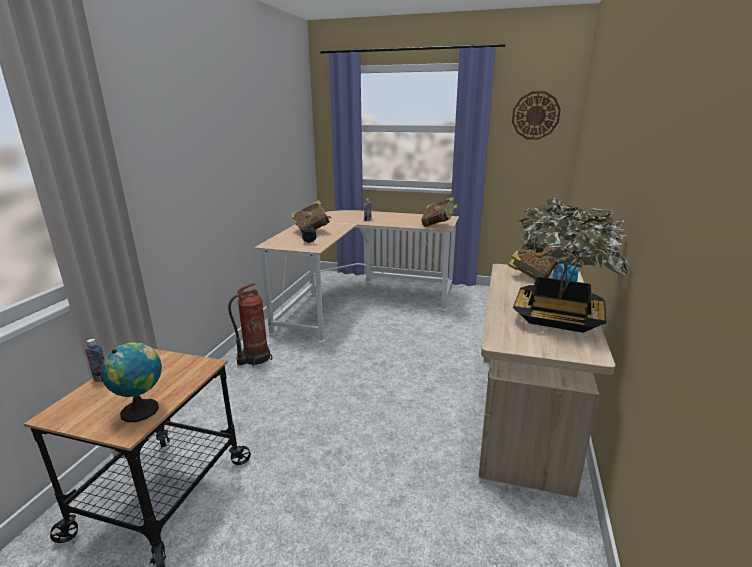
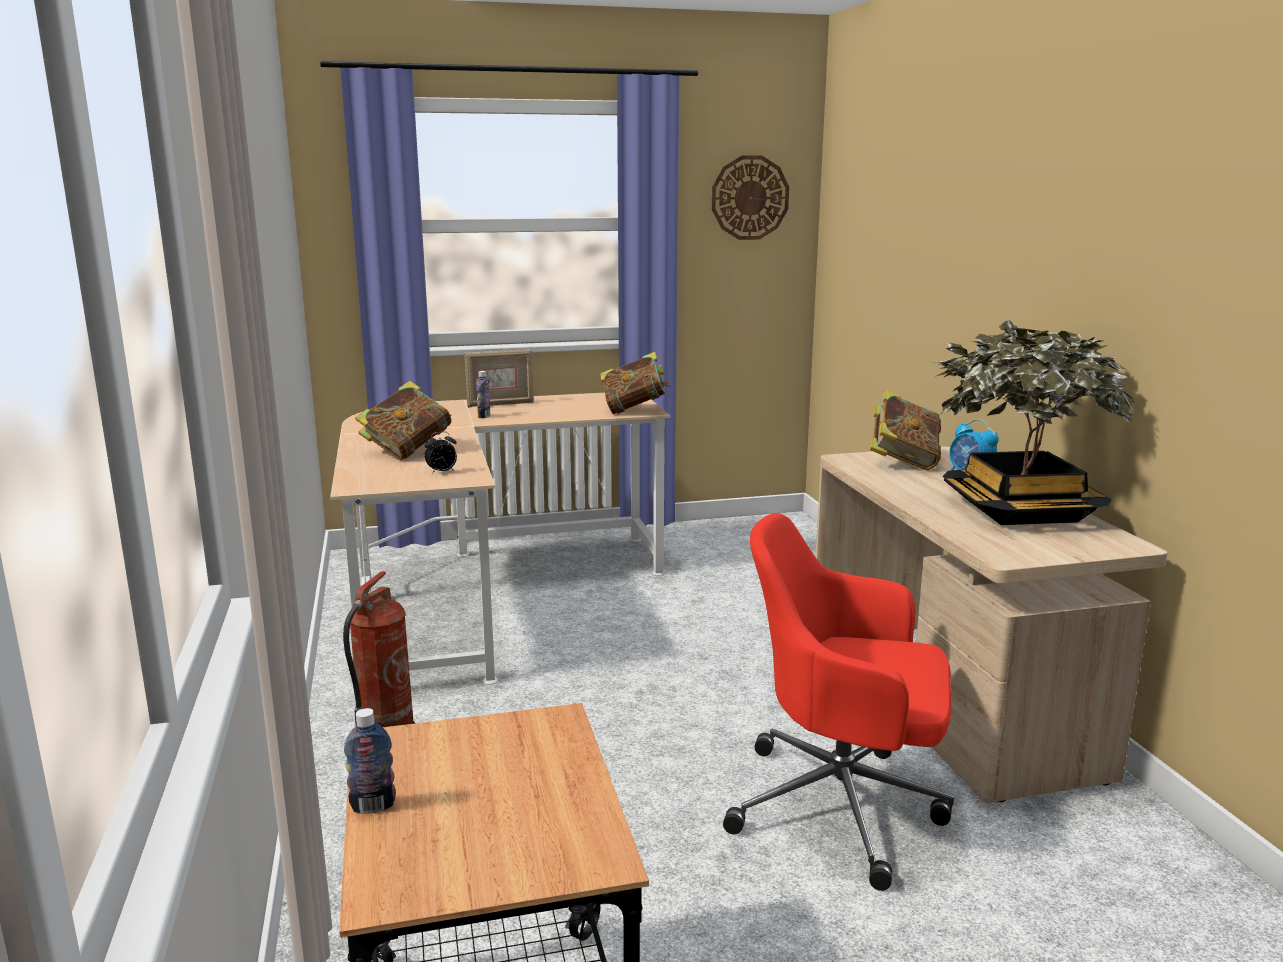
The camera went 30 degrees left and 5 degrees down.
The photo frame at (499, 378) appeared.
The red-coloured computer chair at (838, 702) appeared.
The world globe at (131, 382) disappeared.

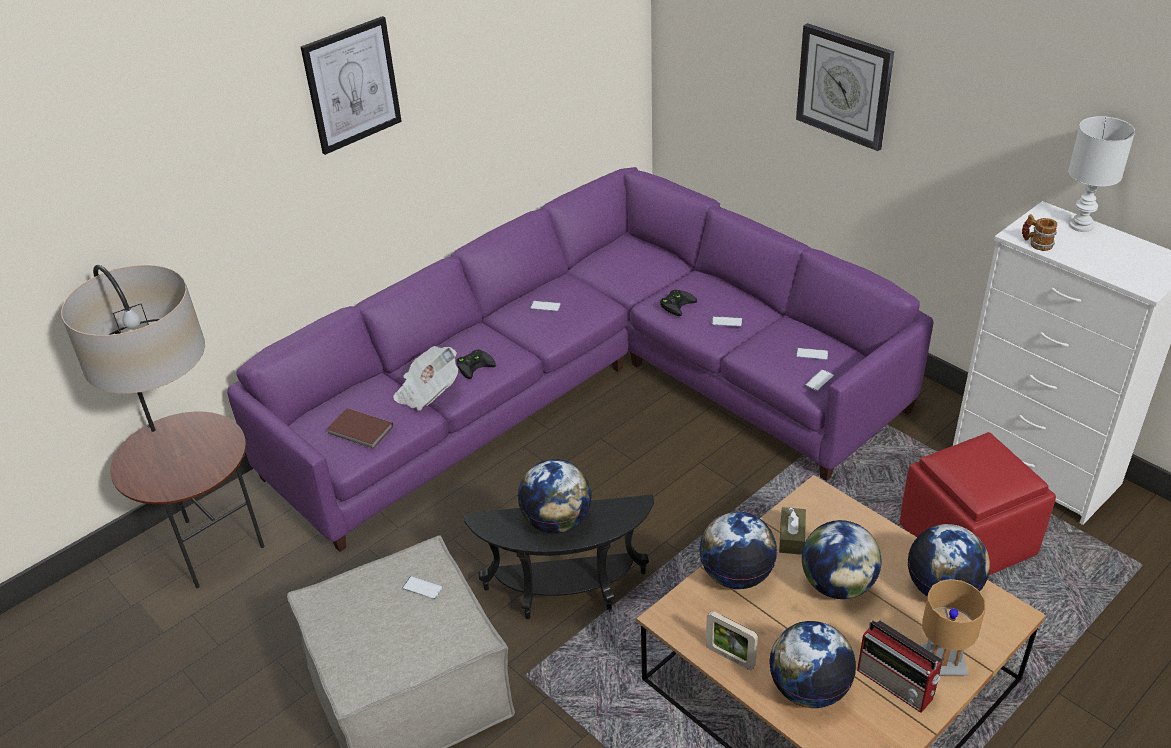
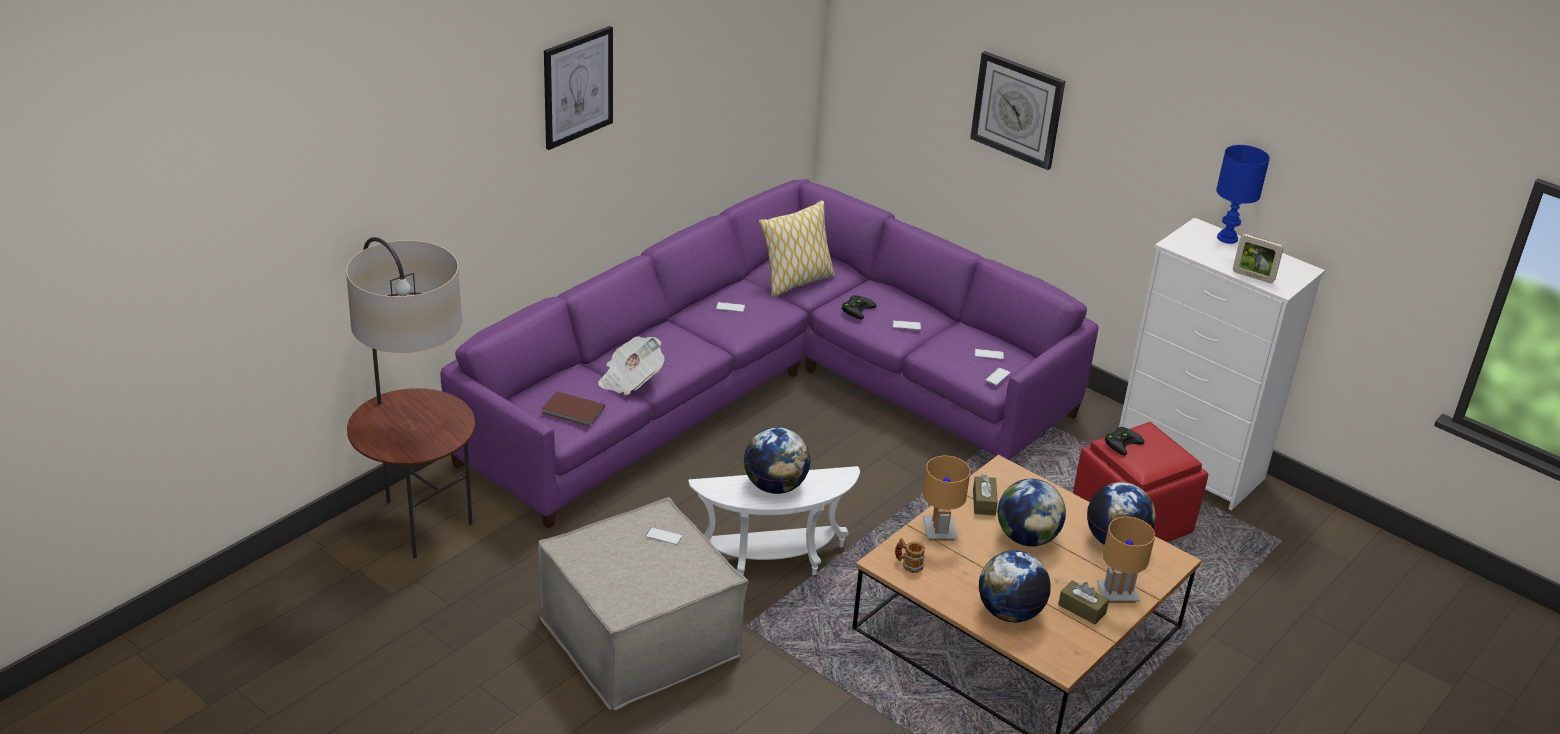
The camera went 10 degrees left and 5 degrees down.
The blackish end table at (559, 557) became the white-coloured end table at (774, 520).
The throw pillow at (797, 248) appeared.
The coffee mug moved from (1039, 232) to (910, 555).
The world globe at (738, 550) was replaced by the brown table lamp at (946, 498).
The radio at (900, 666) was replaced by the brown tissue holder at (1083, 602).
The blackish game controller moved from (476, 364) to (1124, 441).
The white-coloured table lamp at (1101, 174) became the blue table lamp at (1243, 194).
The photo frame moved from (732, 640) to (1258, 258).

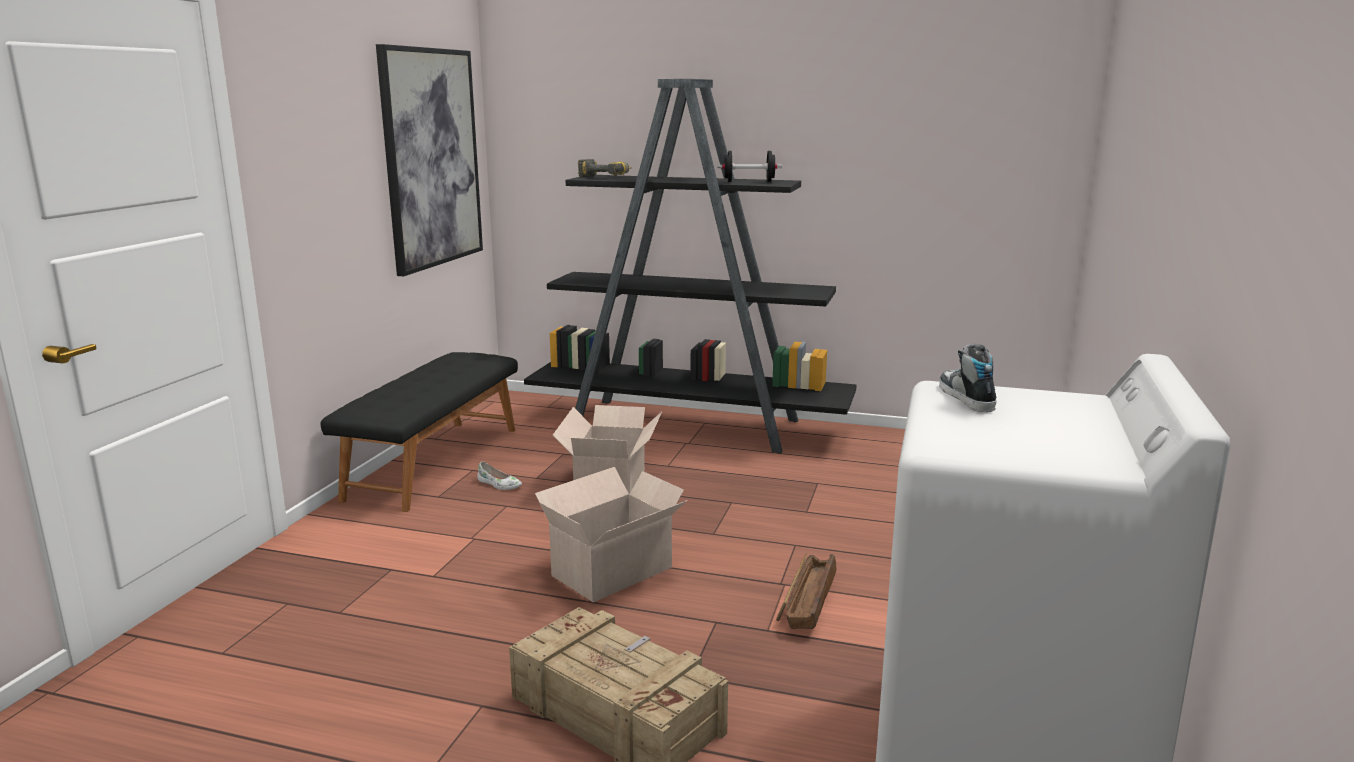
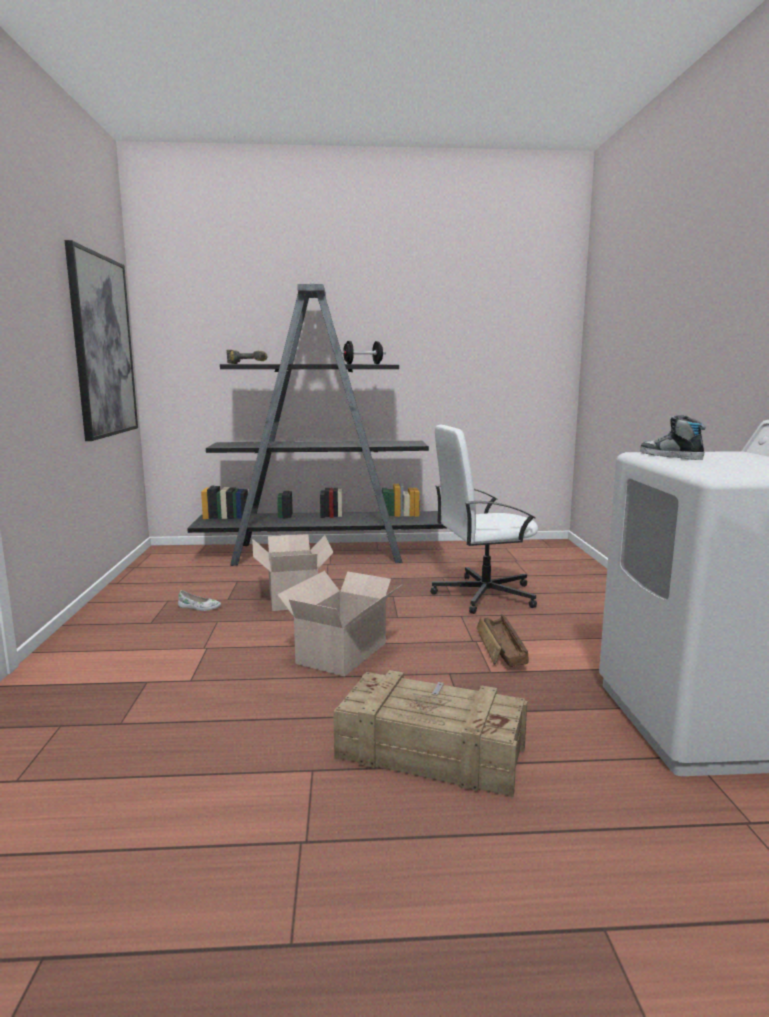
The camera went 20 degrees left and 5 degrees down.
The white-coloured computer chair at (484, 519) appeared.
The blackish indoor bench at (419, 432) disappeared.

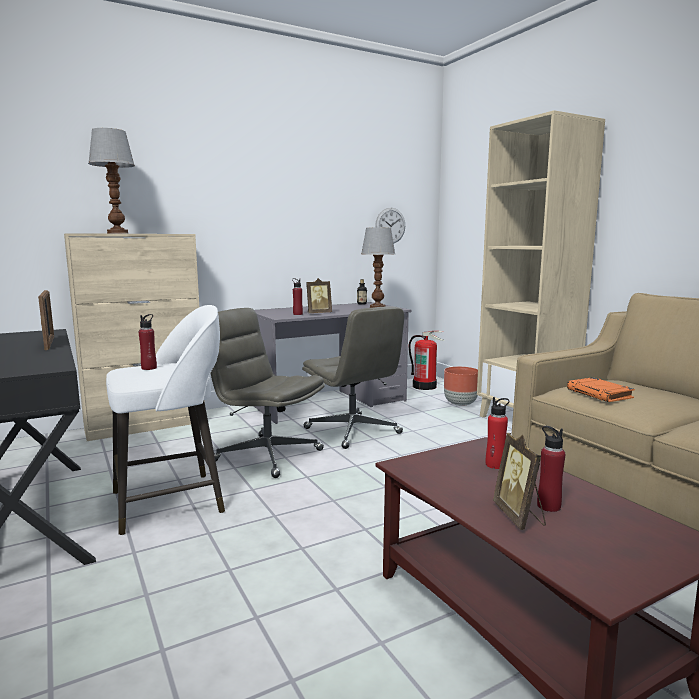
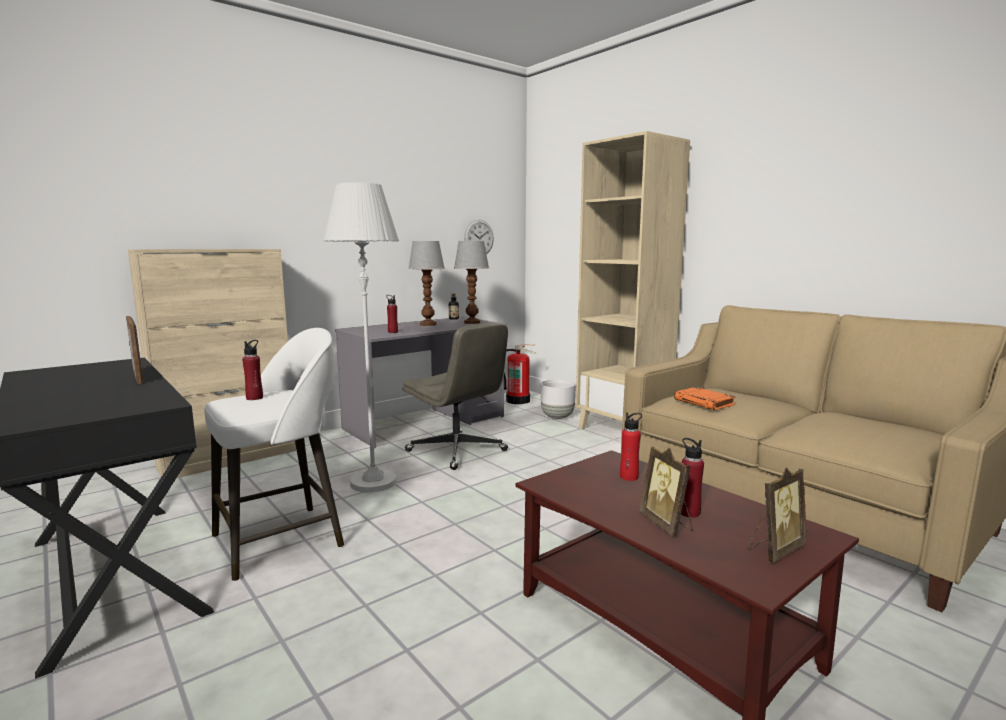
The camera went 10 degrees left and 0 degrees up.
The gray computer chair at (268, 393) was replaced by the white-coloured standing lamp at (361, 338).
The table lamp moved from (111, 181) to (426, 283).
The brown planter at (461, 386) became the white-coloured planter at (558, 399).
The photo frame moved from (319, 295) to (777, 515).

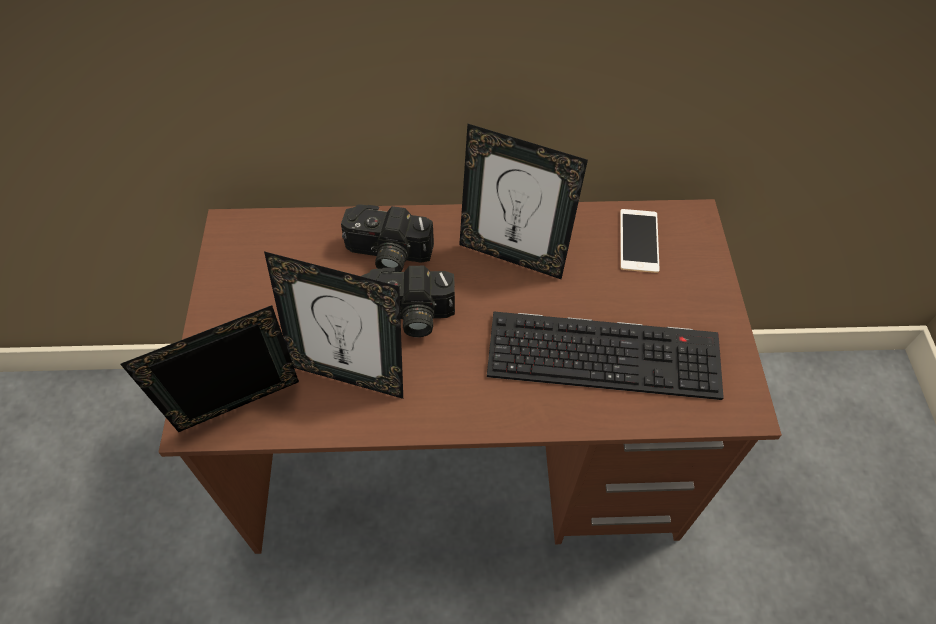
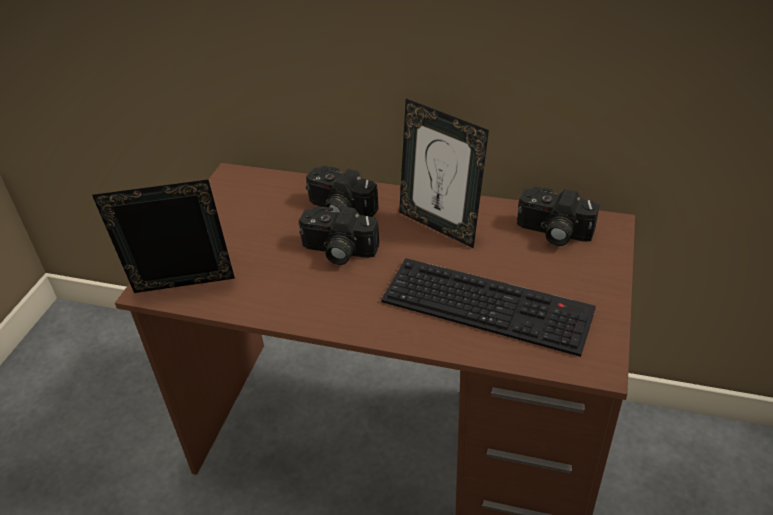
The camera went 20 degrees right and 15 degrees down.
The phone at (640, 241) was replaced by the photo camera at (558, 216).
The photo frame at (333, 325) disappeared.

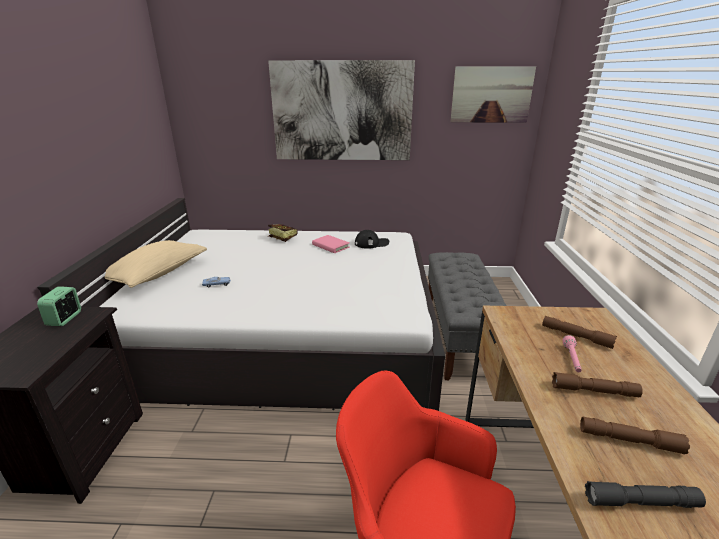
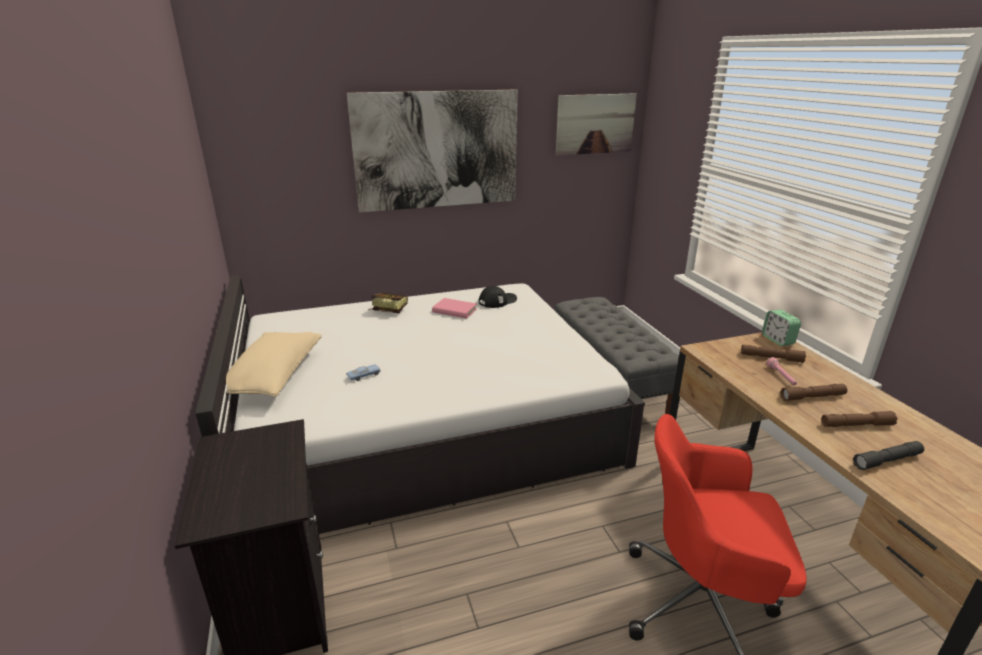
The camera went 20 degrees left and 0 degrees up.
The bedside clock moved from (59, 306) to (781, 328).

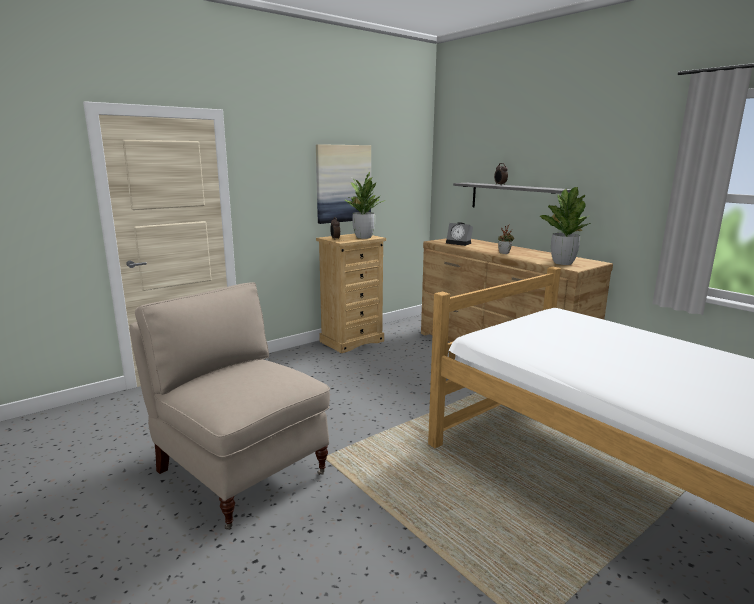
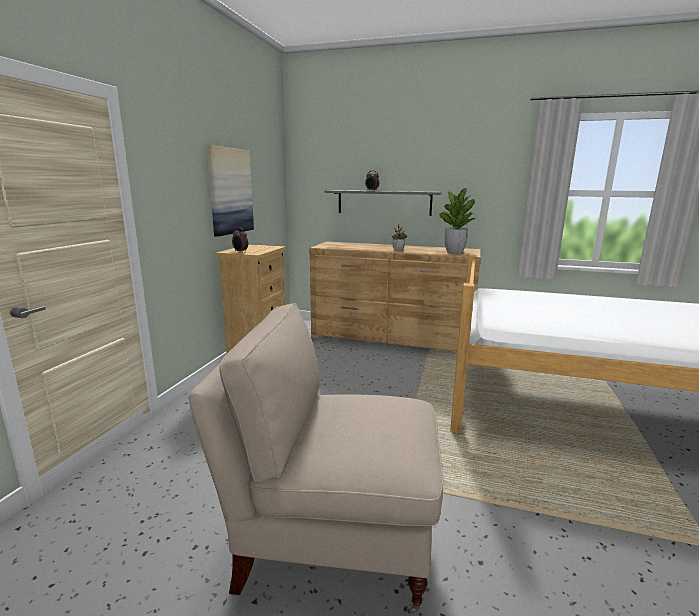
The camera went 35 degrees left and 0 degrees up.
The plant in a pot at (365, 205) disappeared.
The bedside clock at (459, 234) disappeared.

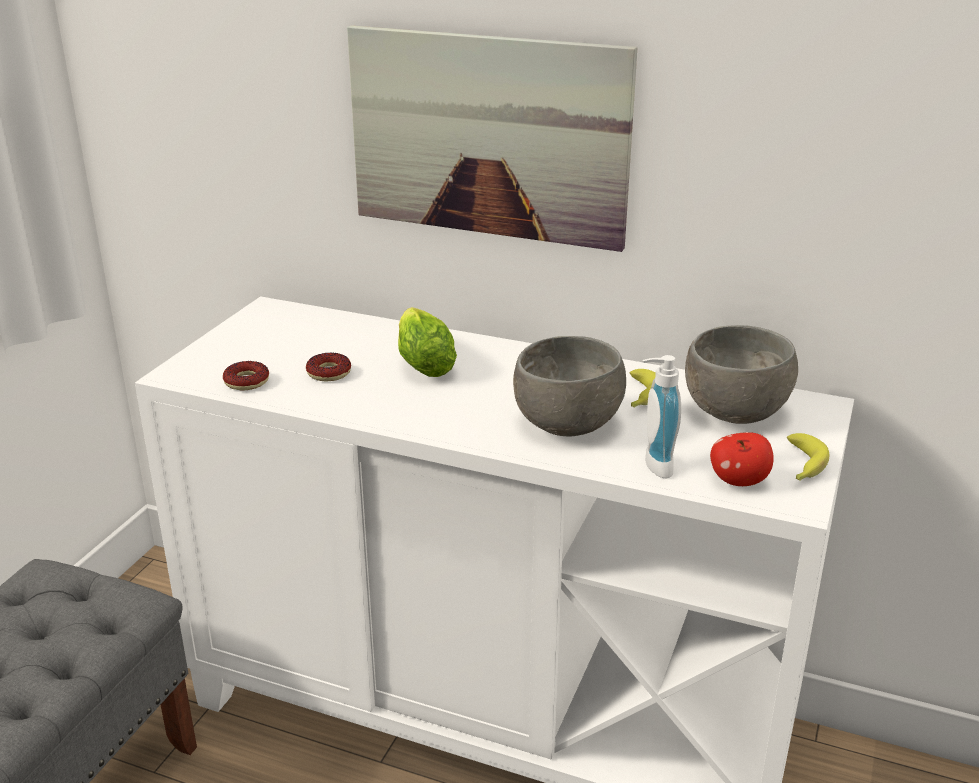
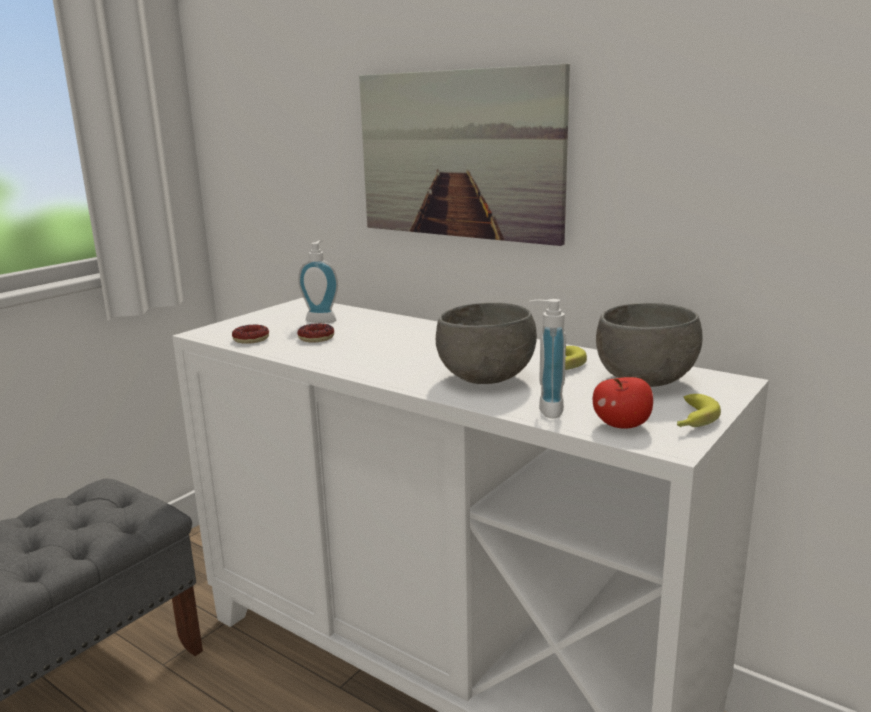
The camera went 15 degrees right and 10 degrees down.
The liquid soap bottle at (318, 282) appeared.
The lettuce head at (427, 342) disappeared.

